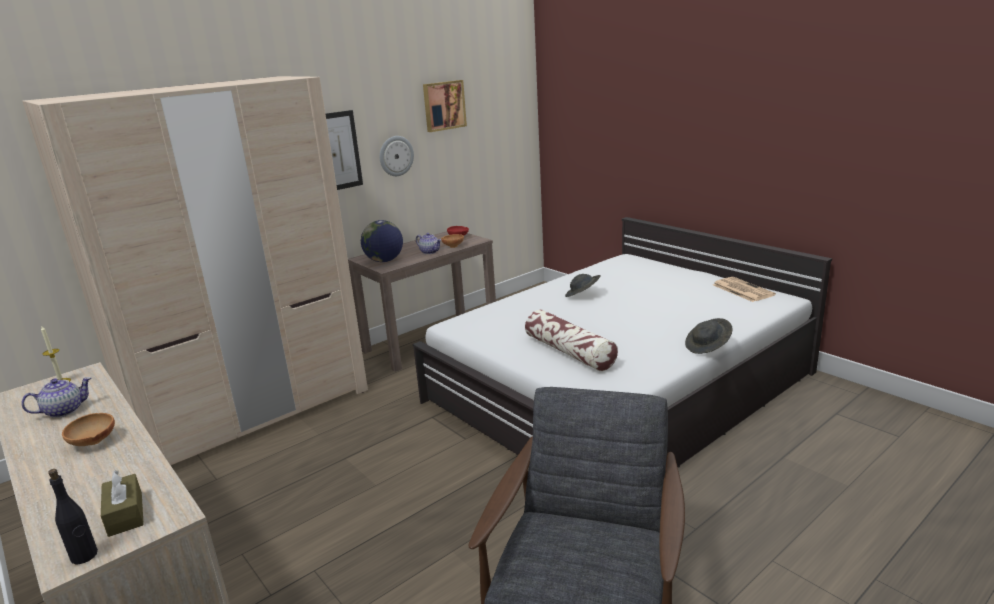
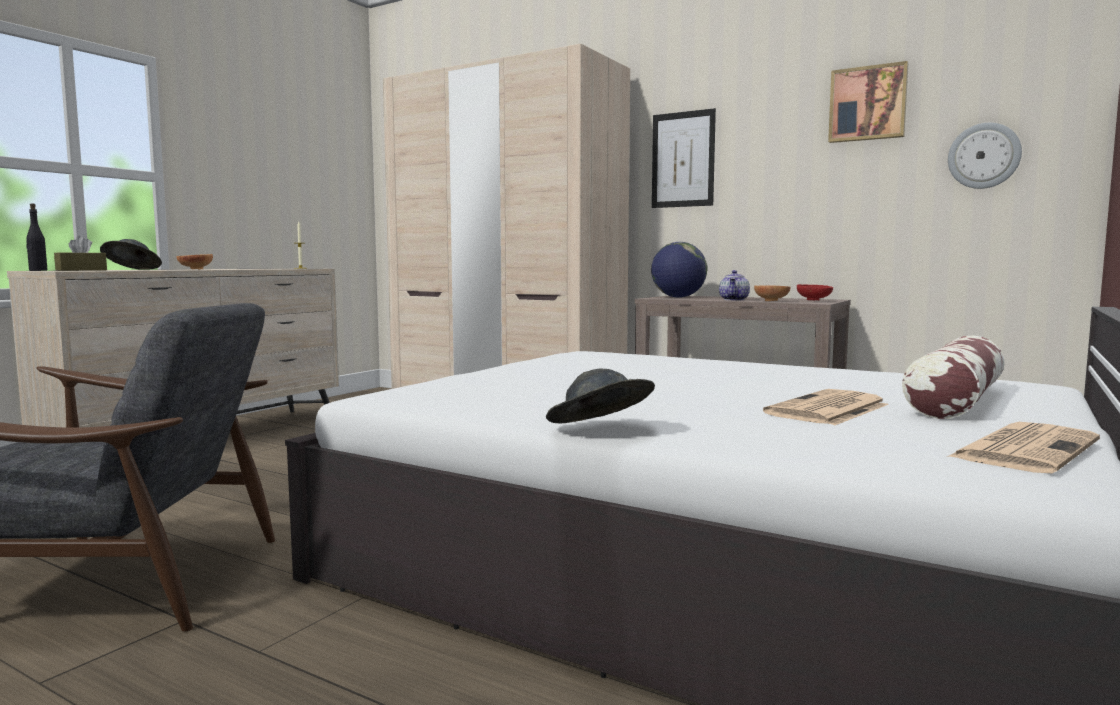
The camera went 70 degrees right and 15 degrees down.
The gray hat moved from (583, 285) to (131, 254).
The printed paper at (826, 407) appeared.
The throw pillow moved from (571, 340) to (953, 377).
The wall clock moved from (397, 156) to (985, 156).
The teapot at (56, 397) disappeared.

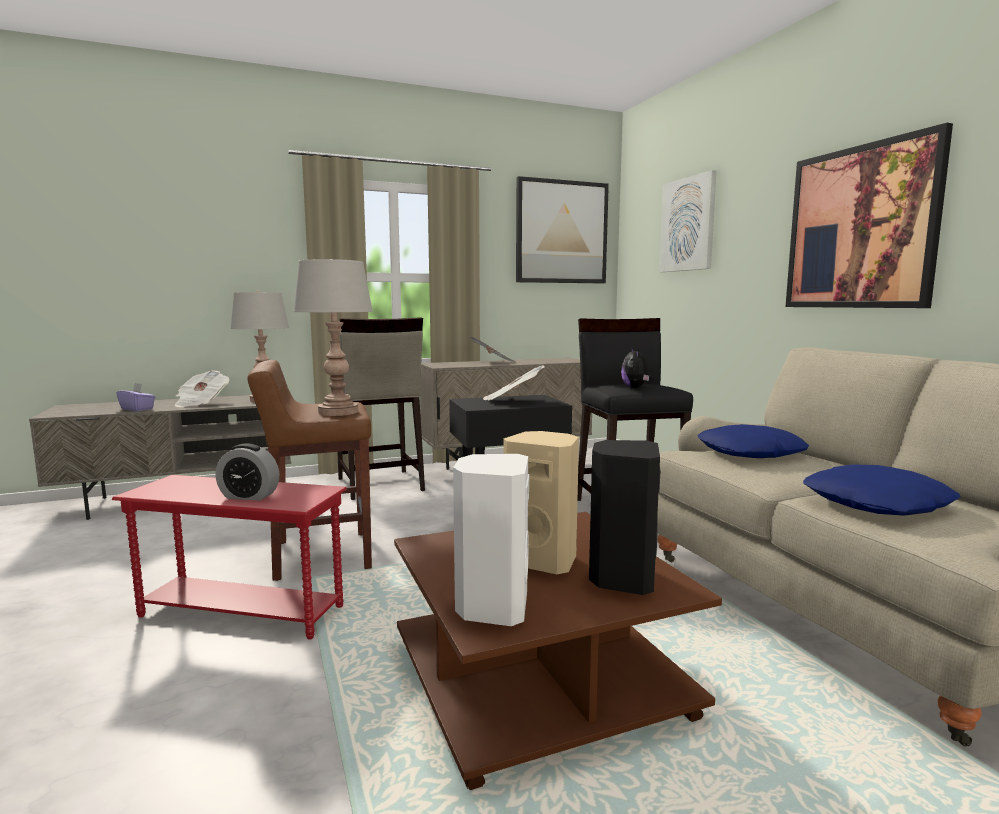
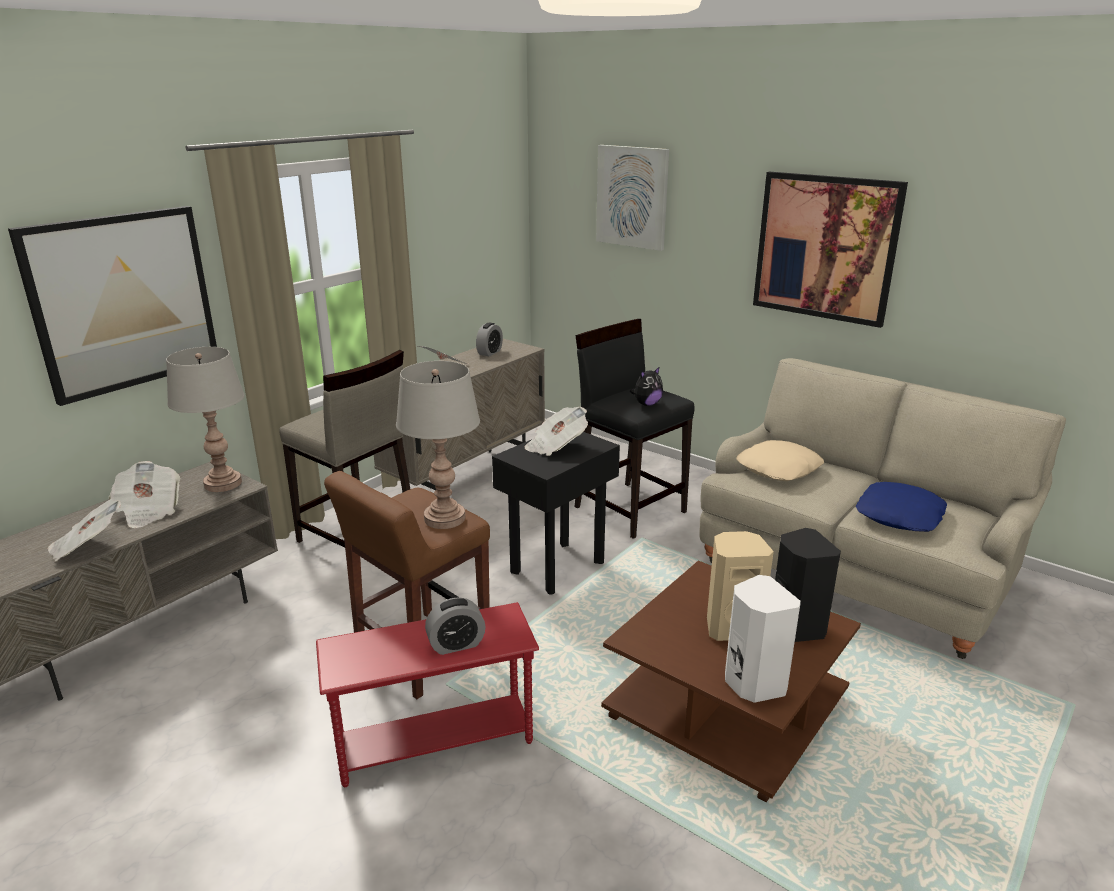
The camera went 30 degrees left and 15 degrees up.
The wall picture moved from (562, 229) to (112, 306).
The purple-coloured tissue holder at (136, 397) was replaced by the printed paper at (84, 530).
The bedside clock at (489, 339) appeared.
The soft toy at (637, 368) turned 90 degrees counterclockwise.
The blue throw pillow at (753, 441) became the beige throw pillow at (780, 460).

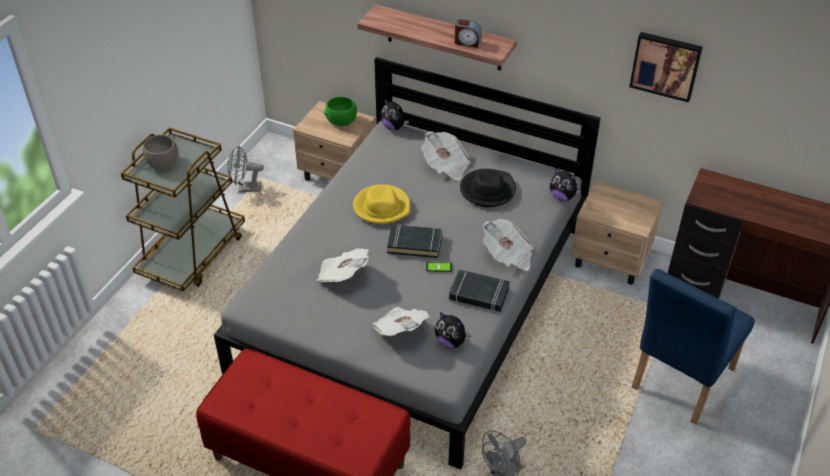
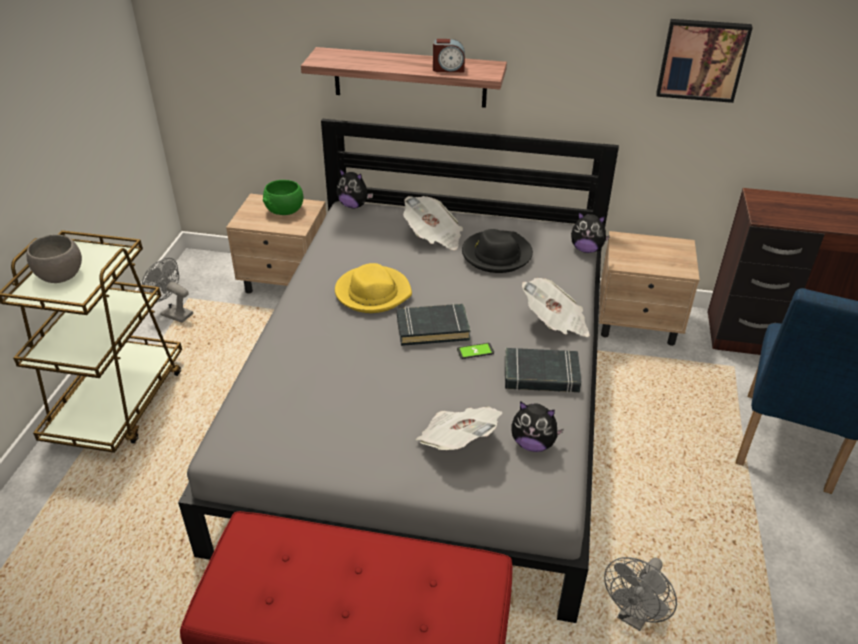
The camera went 15 degrees left and 5 degrees down.
The gray cooling fan at (245, 169) turned 45 degrees clockwise.
The printed paper at (343, 265) disappeared.

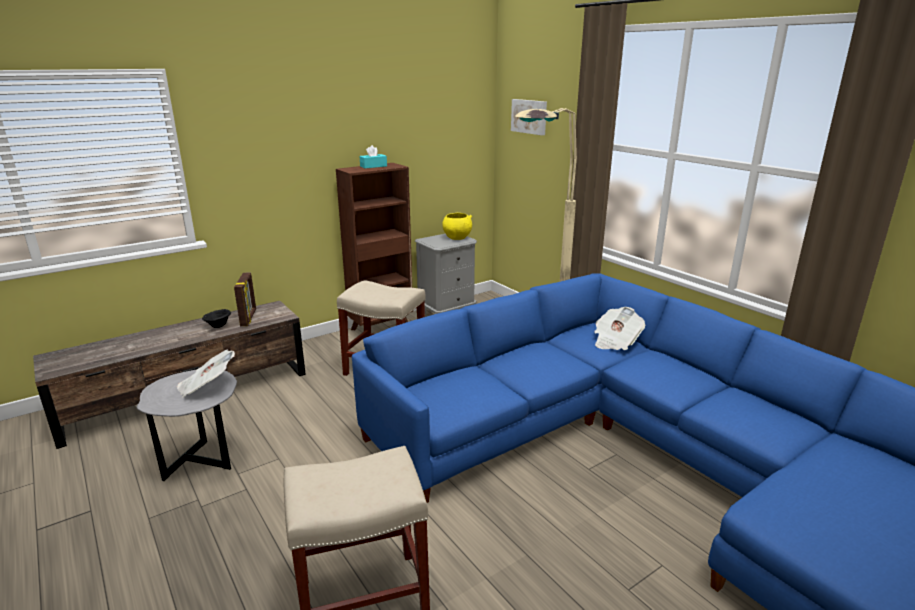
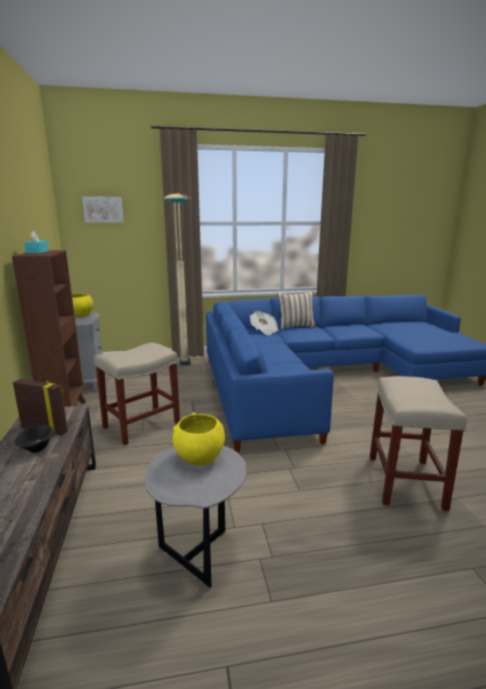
The camera went 65 degrees left and 5 degrees down.
The printed paper at (206, 374) was replaced by the yellow-coloured deep dish at (198, 439).
The throw pillow at (296, 310) appeared.

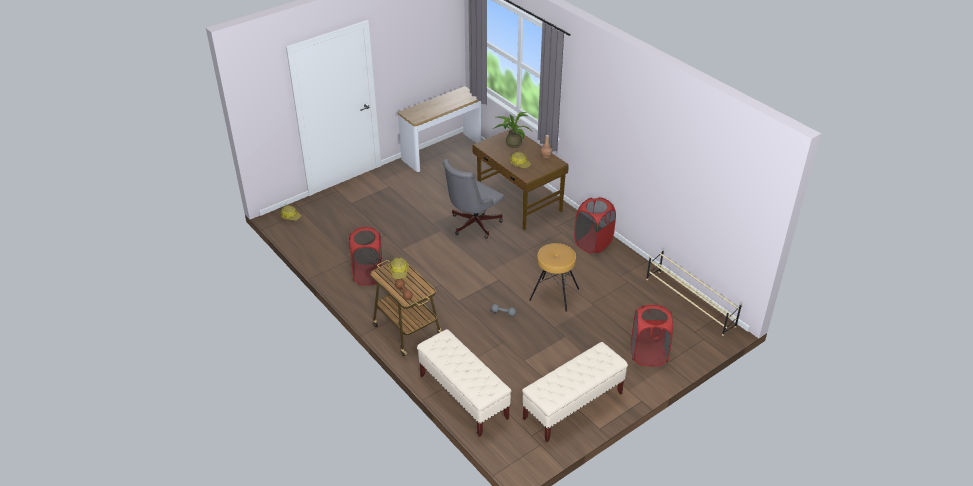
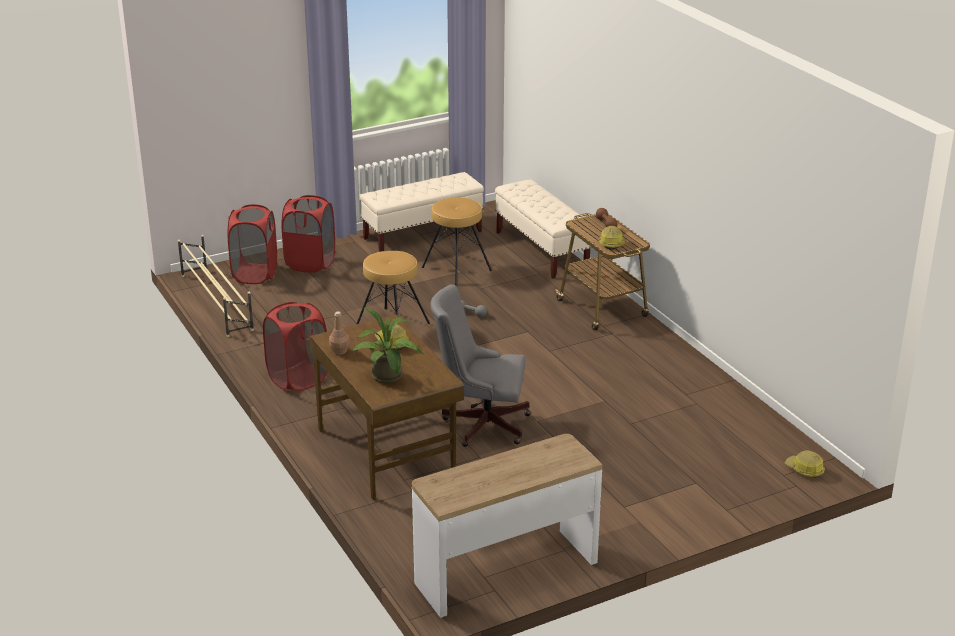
The camera went 170 degrees left and 10 degrees down.
The red-coloured washing basket moved from (365, 256) to (252, 244).
The brown stool seat at (457, 241) appeared.
The gray computer chair at (473, 199) turned 135 degrees counterclockwise.

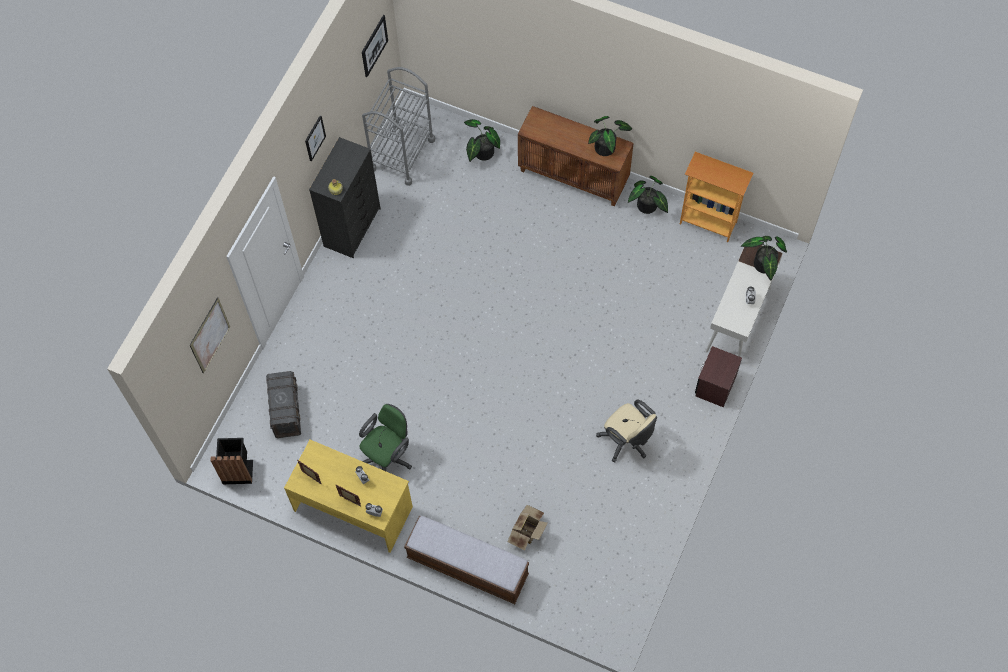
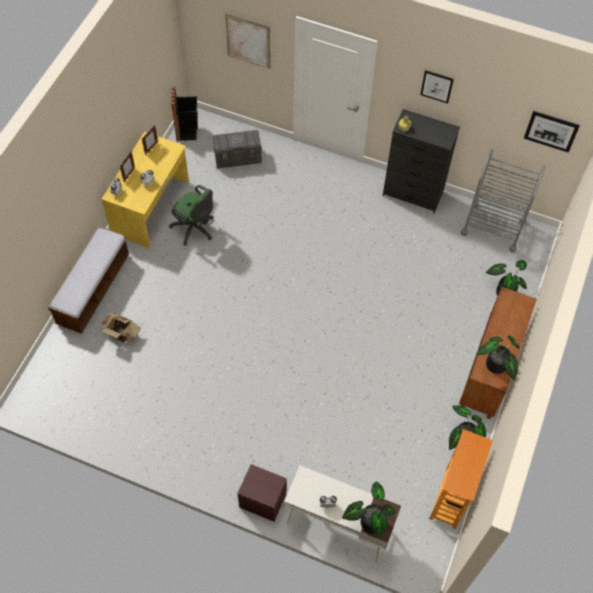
The camera went 85 degrees right and 5 degrees down.
The beige computer chair at (626, 431) disappeared.

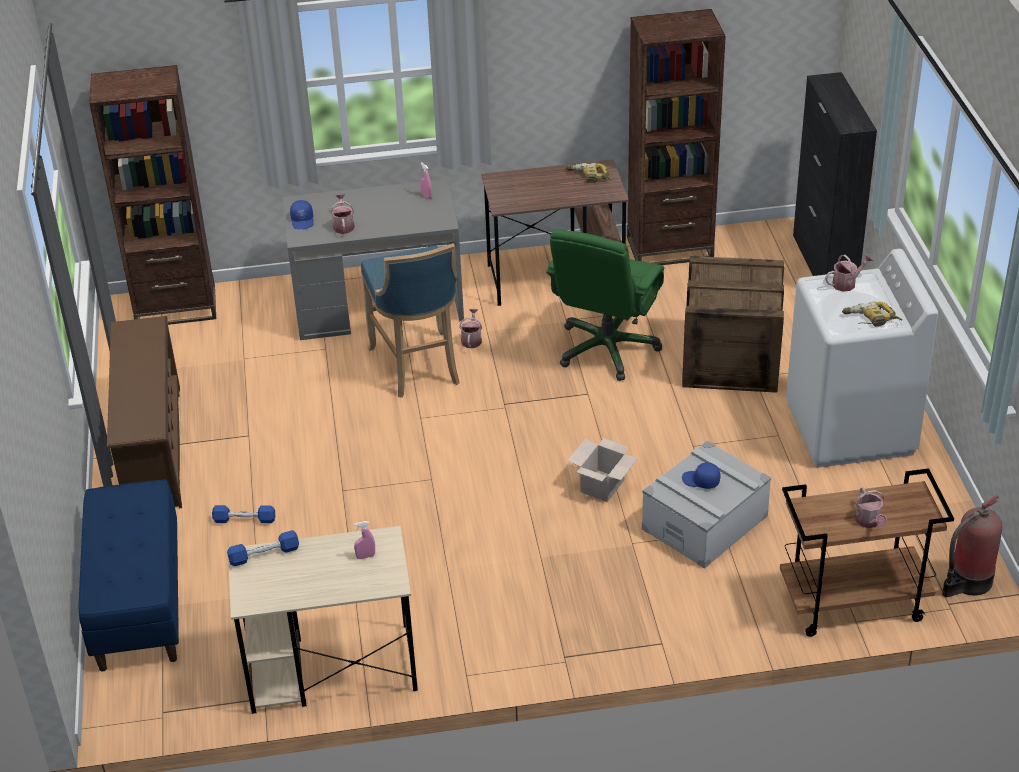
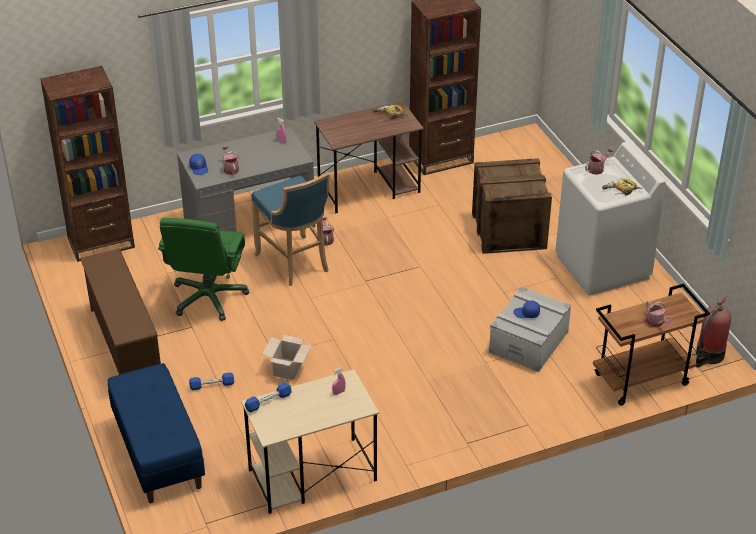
The camera went 15 degrees left and 0 degrees up.
The green computer chair moved from (605, 305) to (203, 269).
The carton moved from (603, 470) to (287, 357).
The blackish cabinet at (835, 174) disappeared.

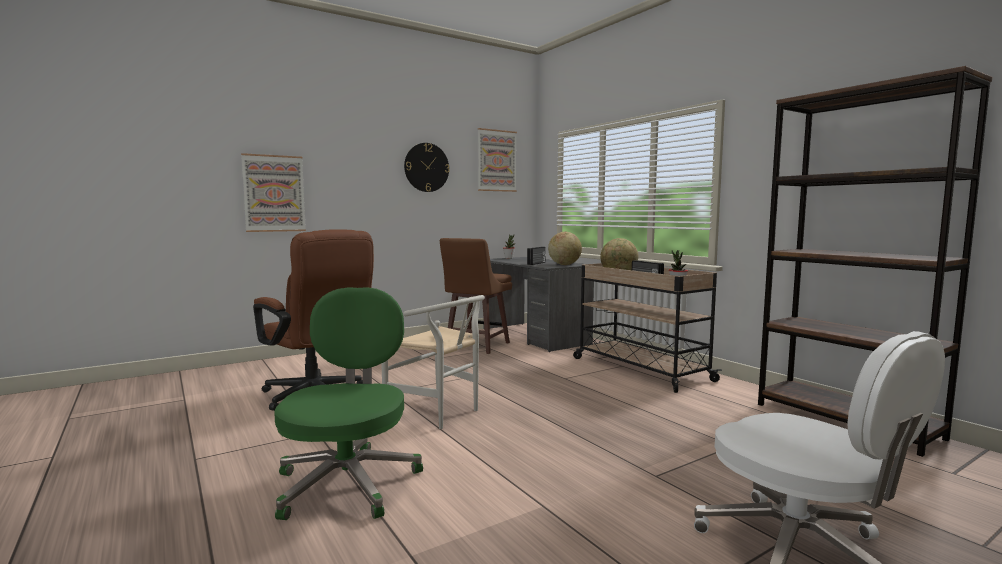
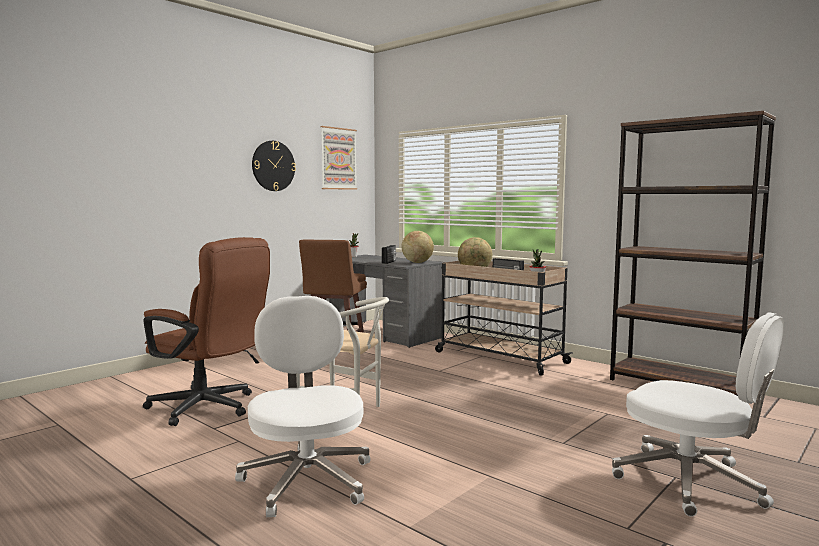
The camera went 15 degrees left and 0 degrees up.
The green computer chair at (348, 403) became the white-coloured computer chair at (303, 406).
The wall picture at (273, 192) disappeared.

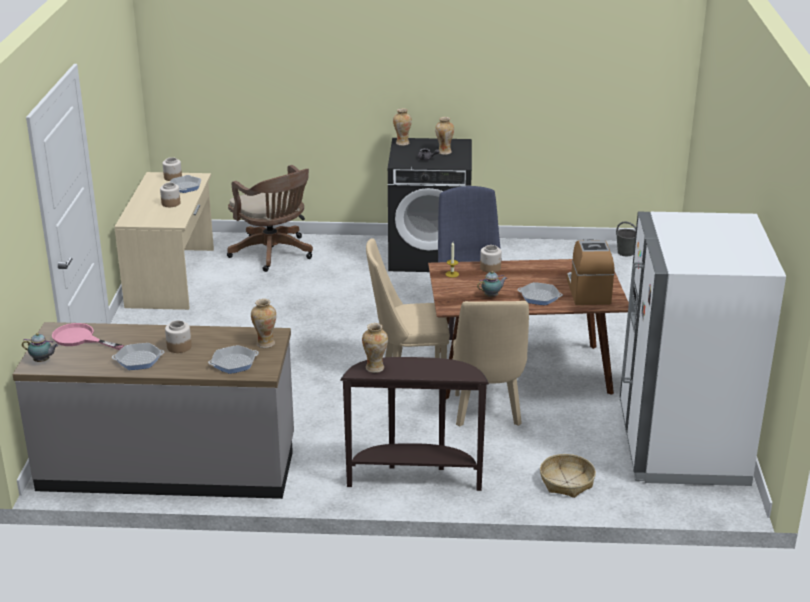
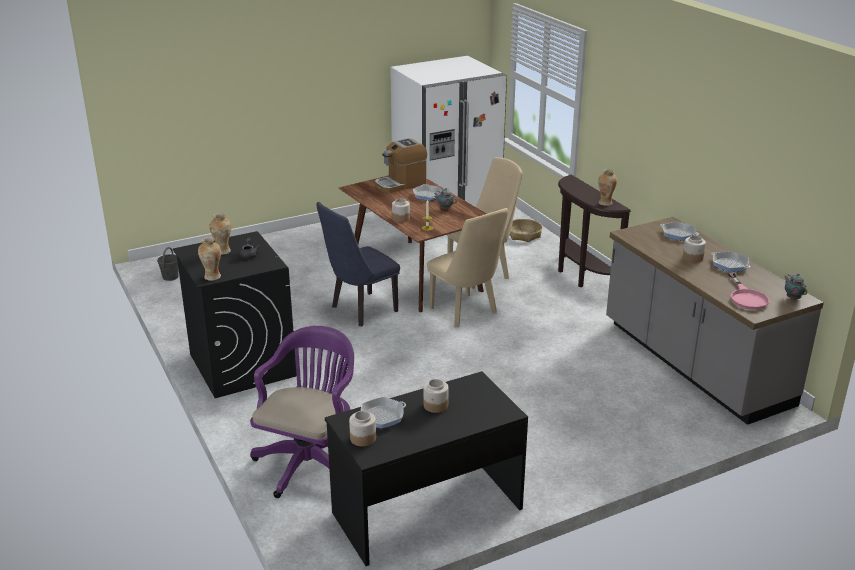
The camera went 120 degrees left and 0 degrees up.
The brown computer chair at (270, 218) became the purple-coloured computer chair at (302, 412).
The beige desk table at (164, 241) became the blackish desk table at (426, 468).
The decorative vase at (263, 323) disappeared.

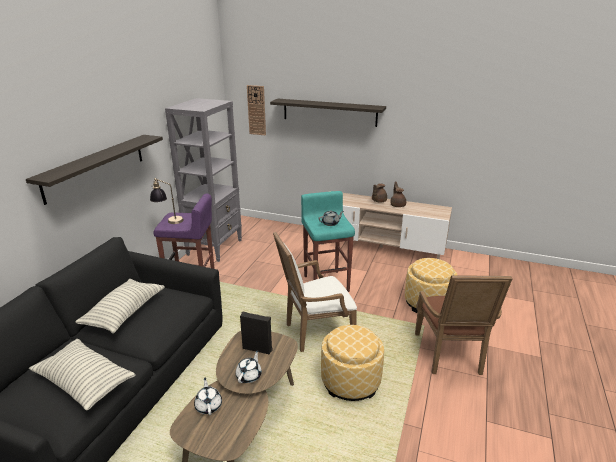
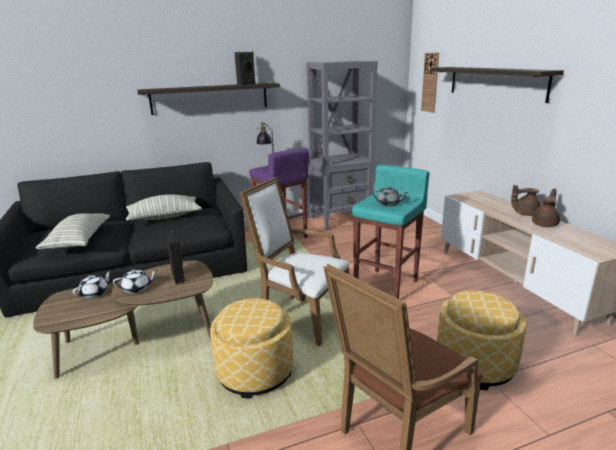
The camera went 50 degrees right and 5 degrees down.
The blackish loudspeaker at (245, 68) appeared.

